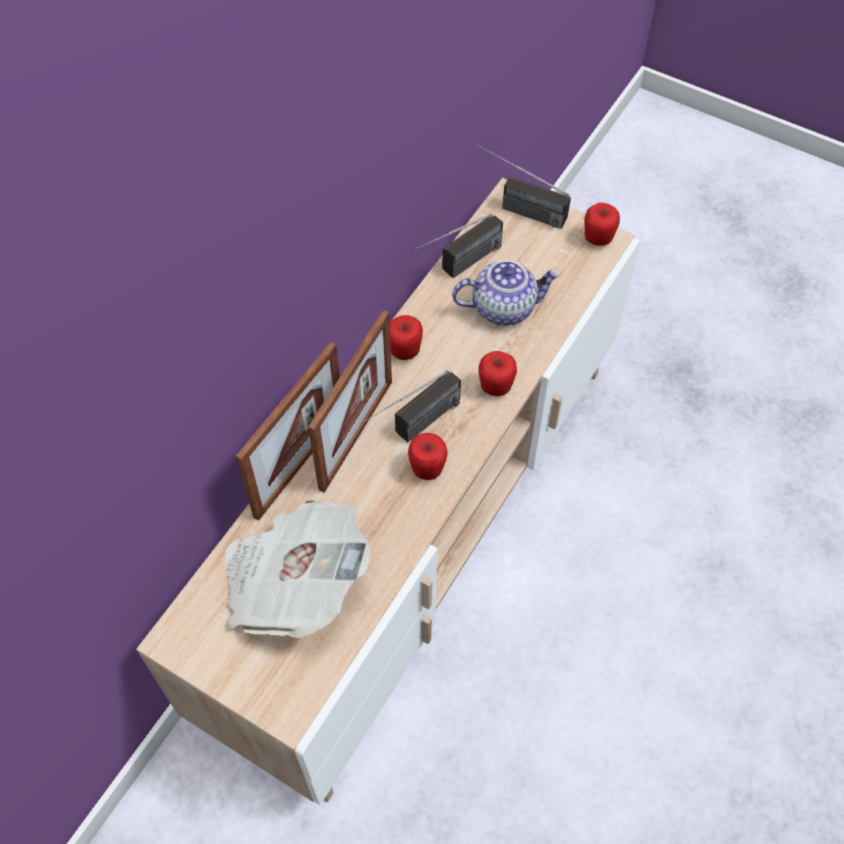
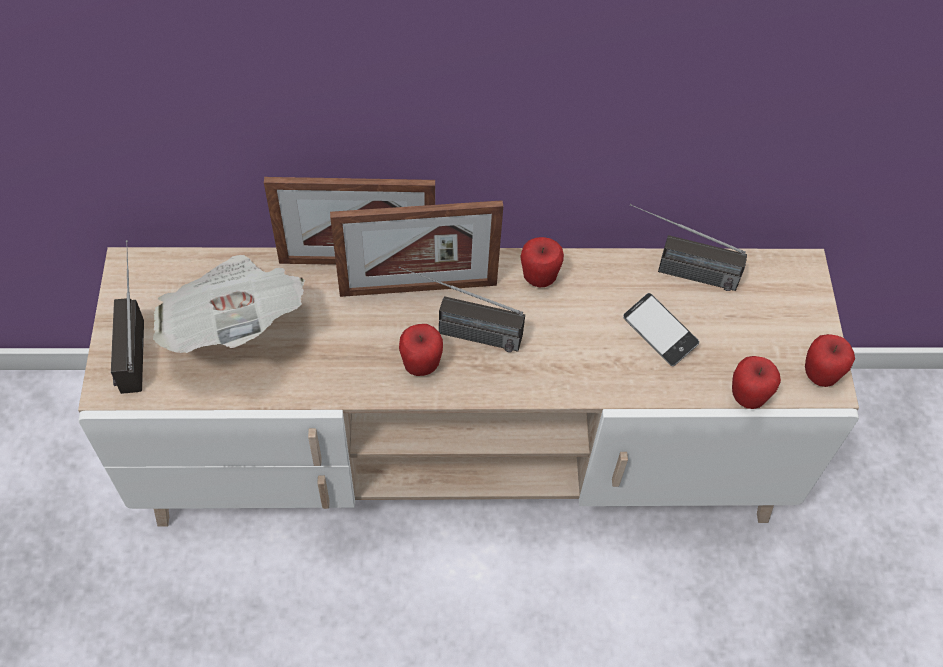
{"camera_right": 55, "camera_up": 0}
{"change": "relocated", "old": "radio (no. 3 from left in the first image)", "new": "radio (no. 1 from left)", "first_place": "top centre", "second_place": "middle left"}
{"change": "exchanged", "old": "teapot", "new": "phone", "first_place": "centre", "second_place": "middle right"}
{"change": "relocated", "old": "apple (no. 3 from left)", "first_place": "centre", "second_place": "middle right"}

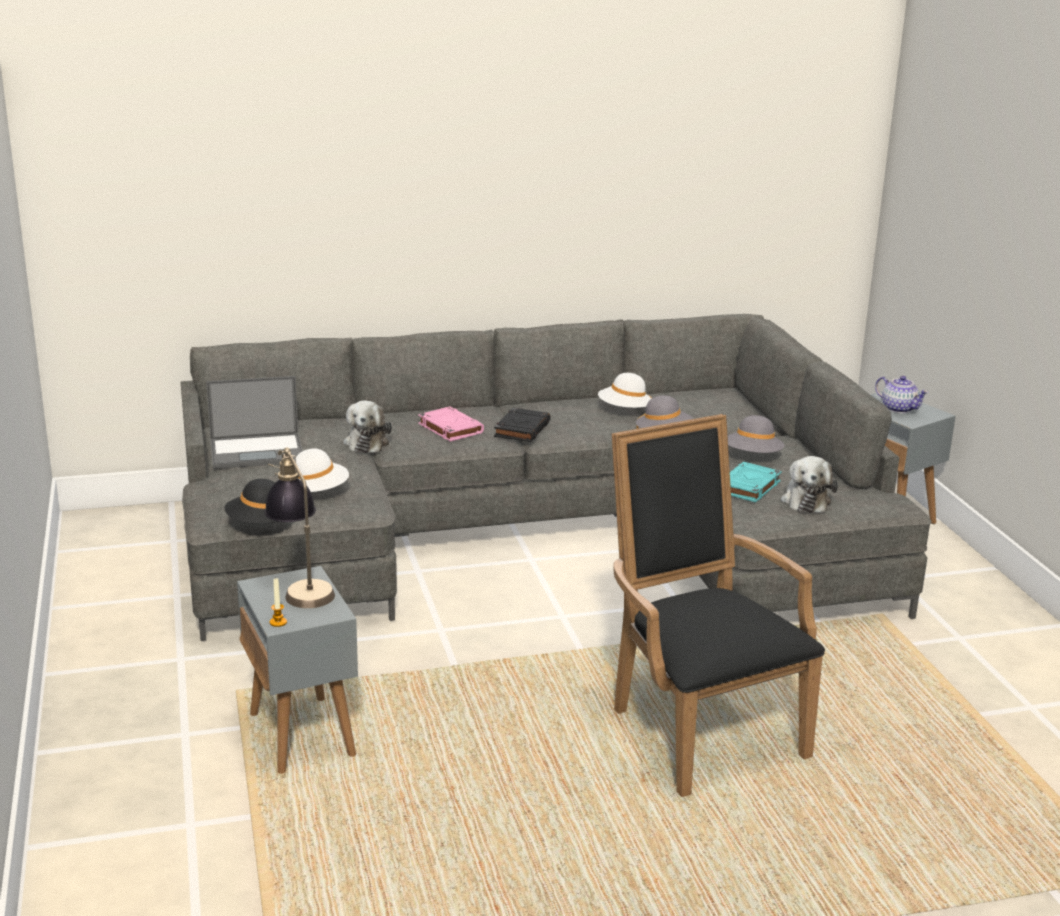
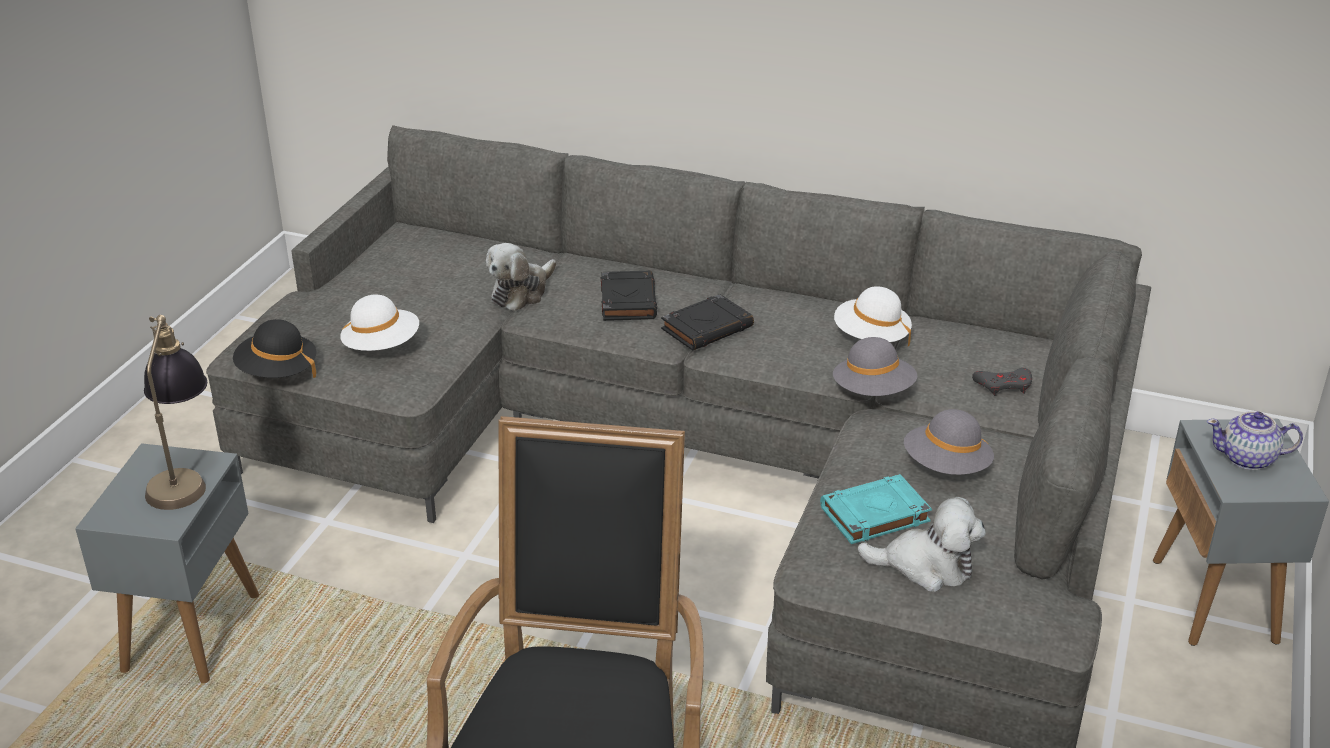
{"camera_right": 35, "camera_up": 10}
{"change": "missing", "old": "laptop", "first_place": "middle left"}
{"change": "spun", "old": "teapot", "first_place": "middle right", "second_place": "middle right", "degrees": 105}
{"change": "colour", "old": "pink_book", "new": "black_book (no. 1 from left)", "first_place": "centre", "second_place": "centre"}
{"change": "spun", "old": "plush_toy (no. 2 from left)", "first_place": "middle right", "second_place": "bottom right", "degrees": -120}
{"change": "missing", "old": "candle", "first_place": "middle left"}
{"change": "appeared", "new": "grey_game_controller", "second_place": "middle right"}

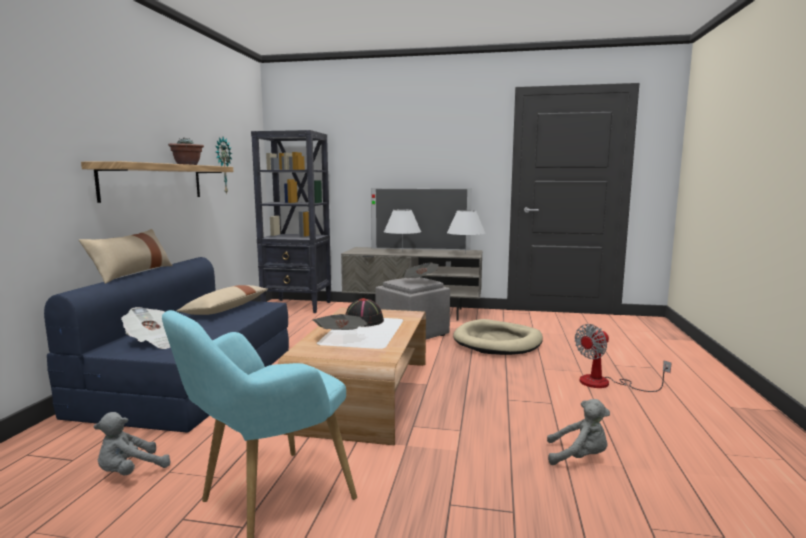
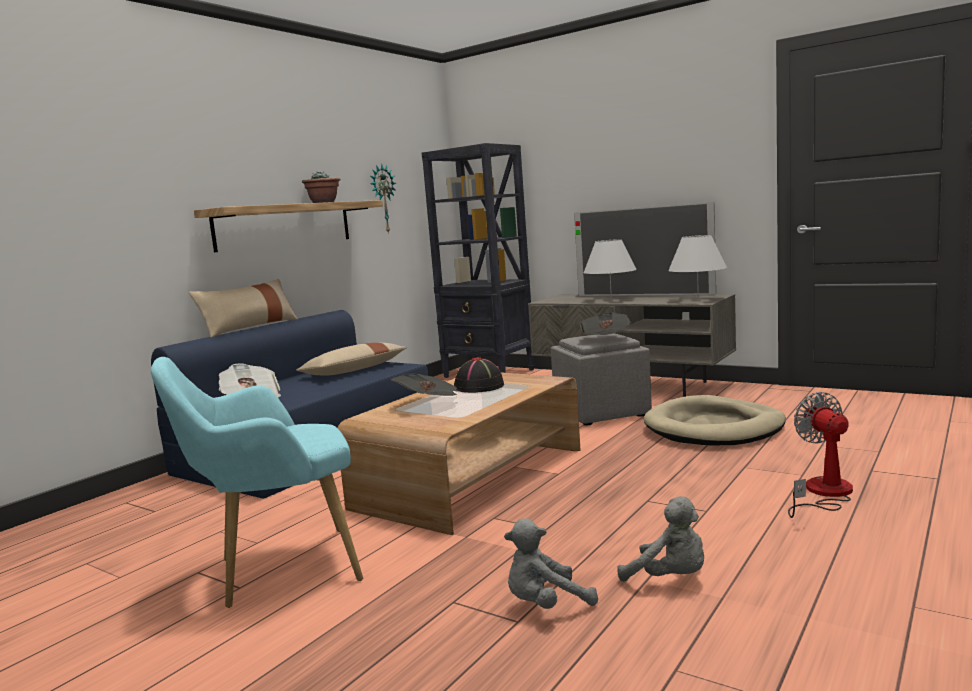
{"camera_right": 25, "camera_up": 0}
{"change": "spun", "old": "fan", "first_place": "middle right", "second_place": "middle right", "degrees": 90}
{"change": "relocated", "old": "grey_plush_toy (no. 1 from left)", "first_place": "bottom left", "second_place": "bottom centre"}

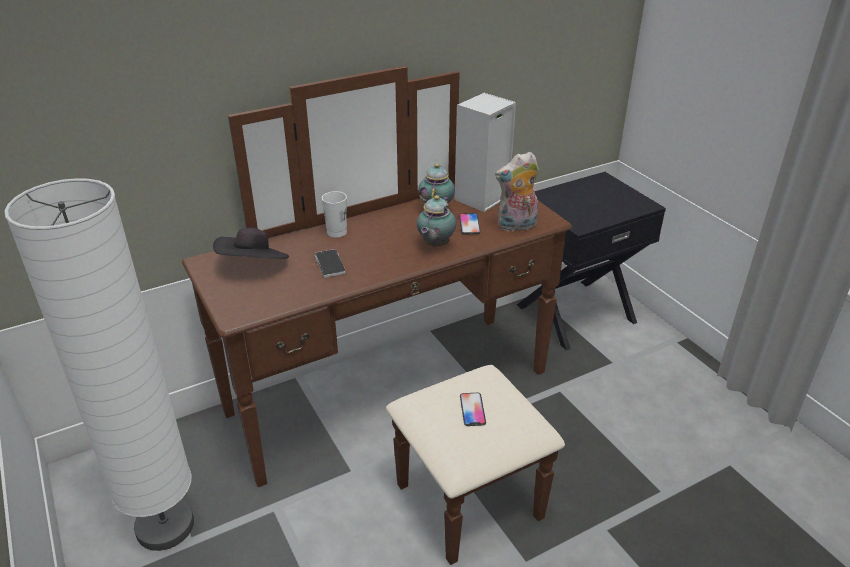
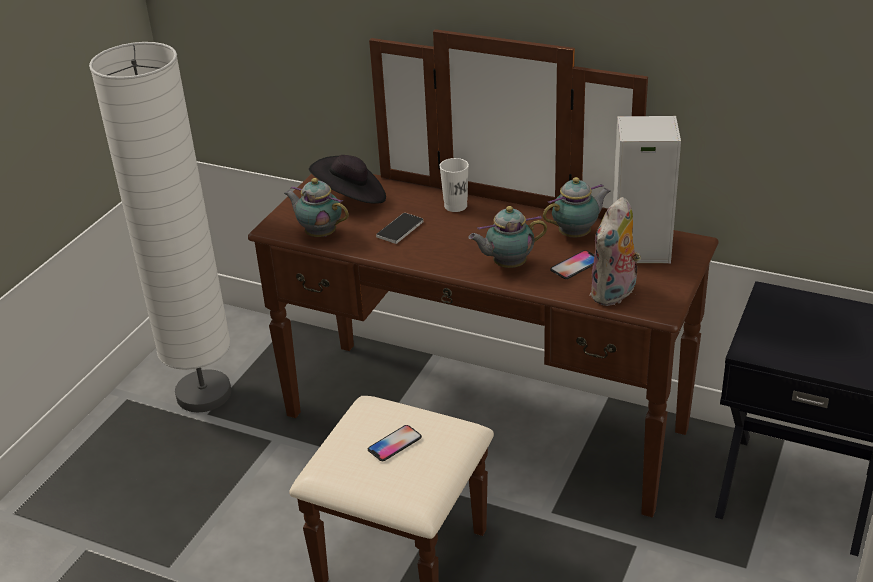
{"camera_right": 55, "camera_up": 0}
{"change": "spun", "old": "plush_toy", "first_place": "centre", "second_place": "middle right", "degrees": -90}
{"change": "appeared", "new": "teapot (no. 1 from left)", "second_place": "centre"}

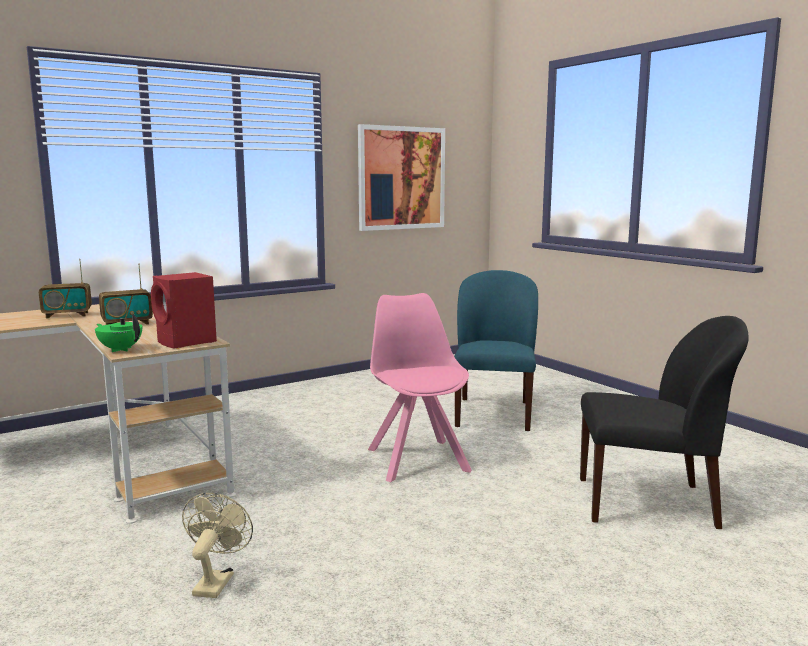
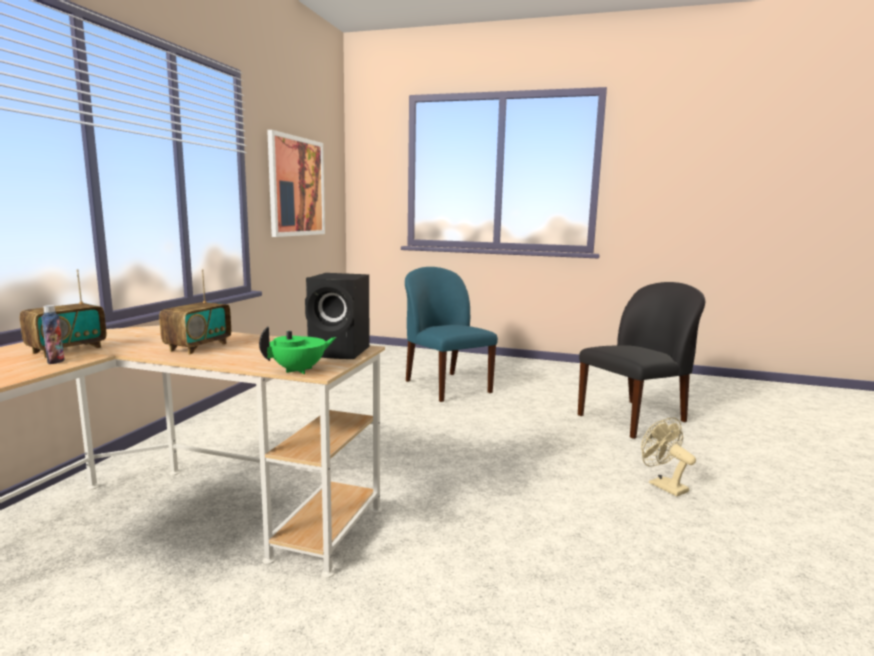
{"camera_right": -40, "camera_up": 0}
{"change": "colour", "old": "red_speaker", "new": "black_speaker", "first_place": "middle left", "second_place": "centre"}
{"change": "missing", "old": "pink_chair", "first_place": "centre"}
{"change": "spun", "old": "green_teapot", "first_place": "middle left", "second_place": "centre", "degrees": 150}
{"change": "relocated", "old": "beige_fan", "first_place": "bottom left", "second_place": "bottom right"}
{"change": "appeared", "new": "bottle", "second_place": "middle left"}

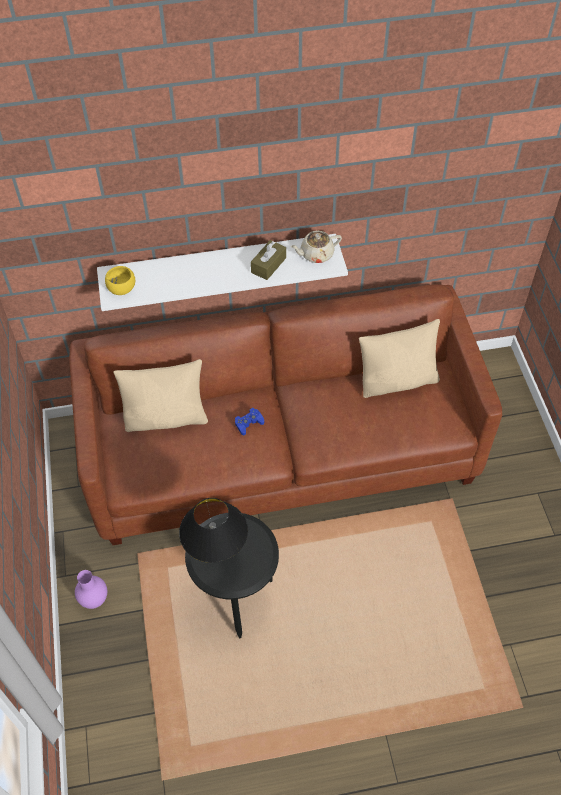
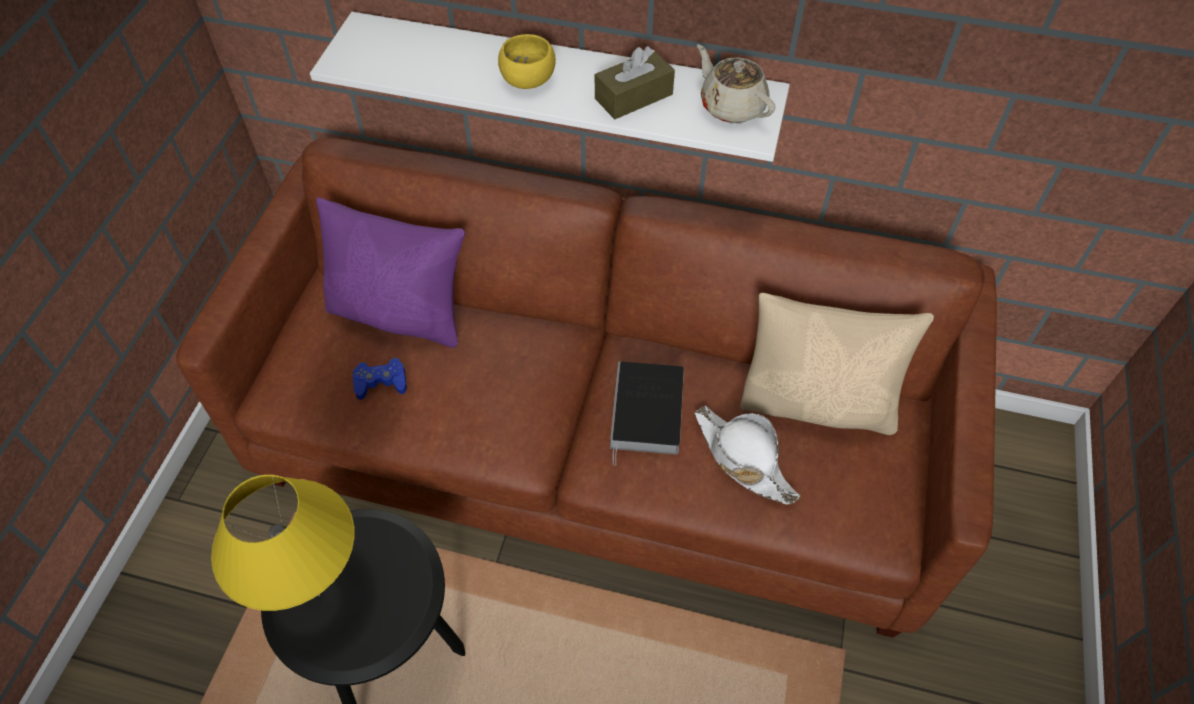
{"camera_right": 25, "camera_up": 0}
{"change": "spun", "old": "beige_teapot", "first_place": "top centre", "second_place": "top centre", "degrees": 45}
{"change": "relocated", "old": "yellow_bowl", "first_place": "middle left", "second_place": "top centre"}
{"change": "colour", "old": "beige_pillow (no. 1 from left)", "new": "purple_pillow", "first_place": "middle left", "second_place": "middle left"}
{"change": "relocated", "old": "blue_game_controller", "first_place": "centre", "second_place": "middle left"}
{"change": "colour", "old": "black_table_lamp", "new": "yellow_table_lamp", "first_place": "bottom centre", "second_place": "bottom left"}
{"change": "missing", "old": "purple_vase", "first_place": "bottom left"}
{"change": "appeared", "new": "book", "second_place": "centre"}
{"change": "appeared", "new": "white_hat", "second_place": "centre"}

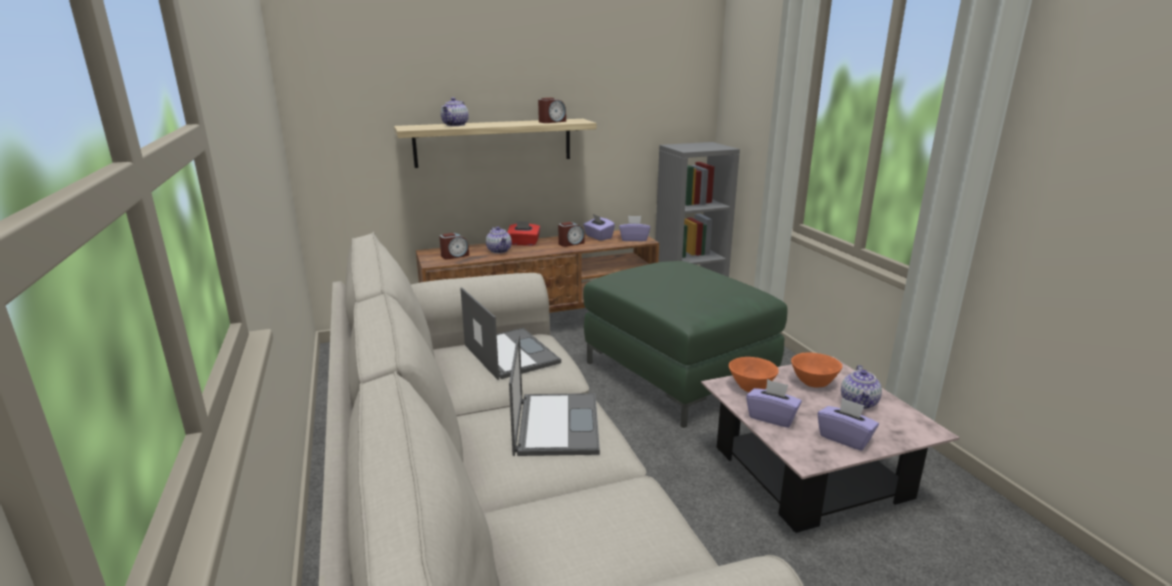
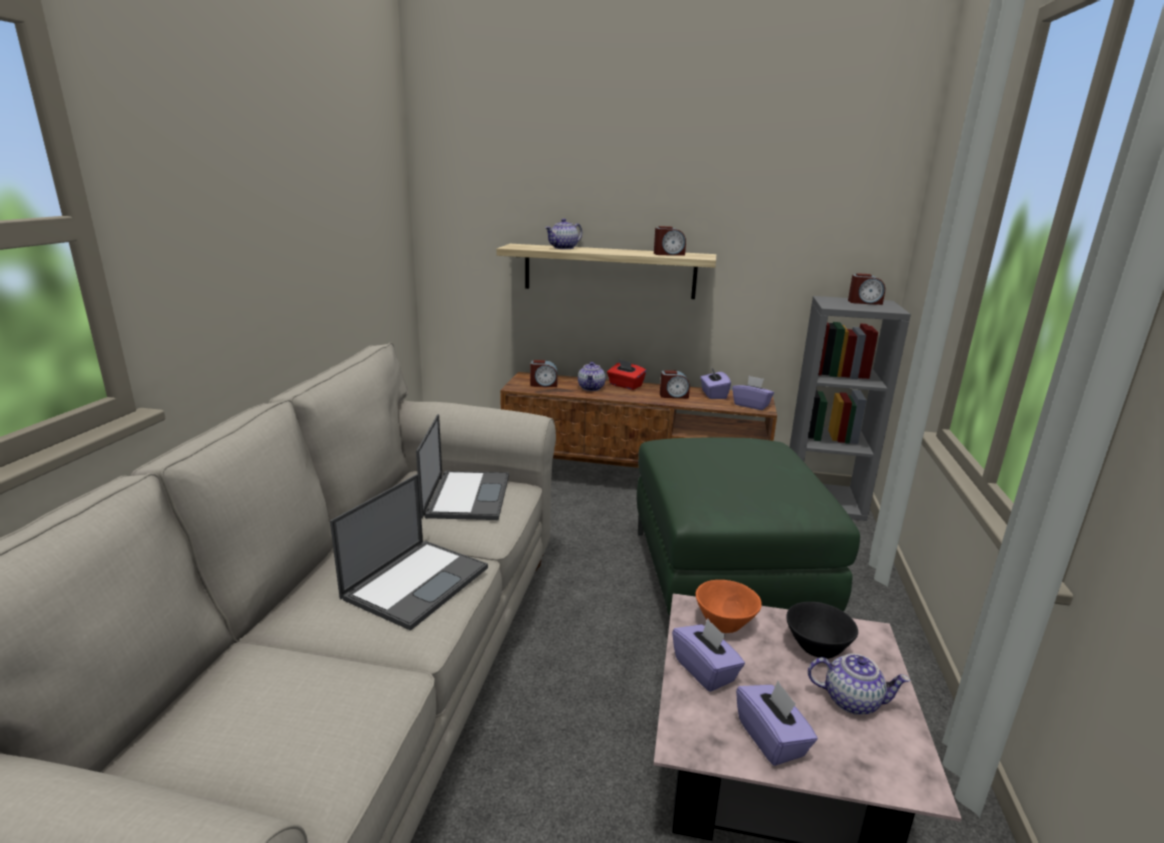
{"camera_right": 30, "camera_up": 0}
{"change": "colour", "old": "orange_bowl (no. 2 from left)", "new": "black_bowl", "first_place": "middle right", "second_place": "bottom right"}
{"change": "spun", "old": "teapot (no. 3 from left)", "first_place": "middle right", "second_place": "bottom right", "degrees": -120}
{"change": "appeared", "new": "alarm_clock (no. 4 from left)", "second_place": "middle right"}

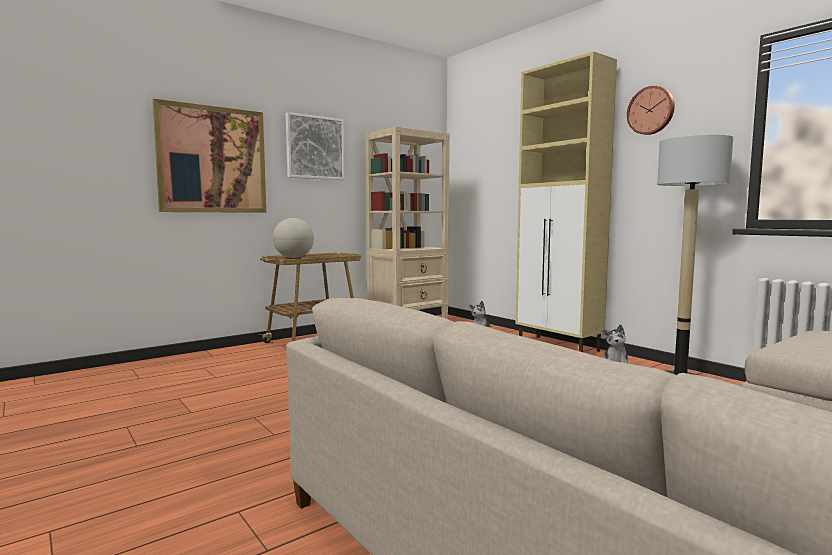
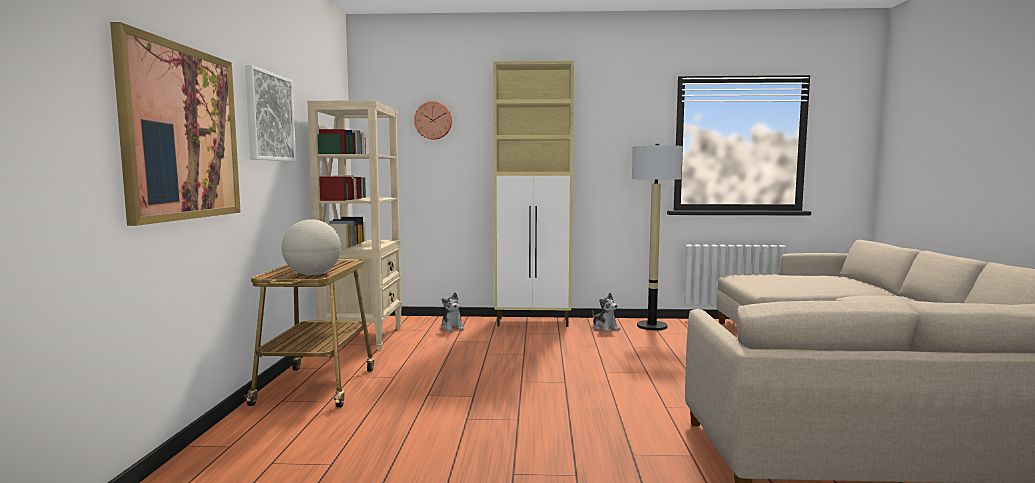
{"camera_right": -50, "camera_up": 0}
{"change": "relocated", "old": "wall_clock", "first_place": "top right", "second_place": "top centre"}

